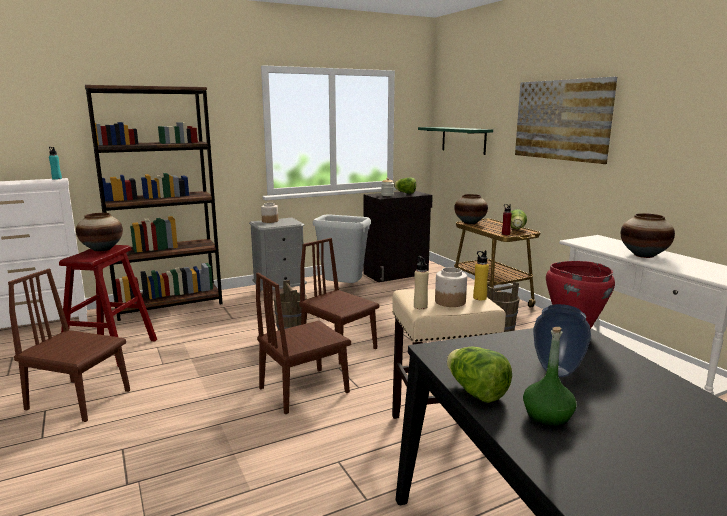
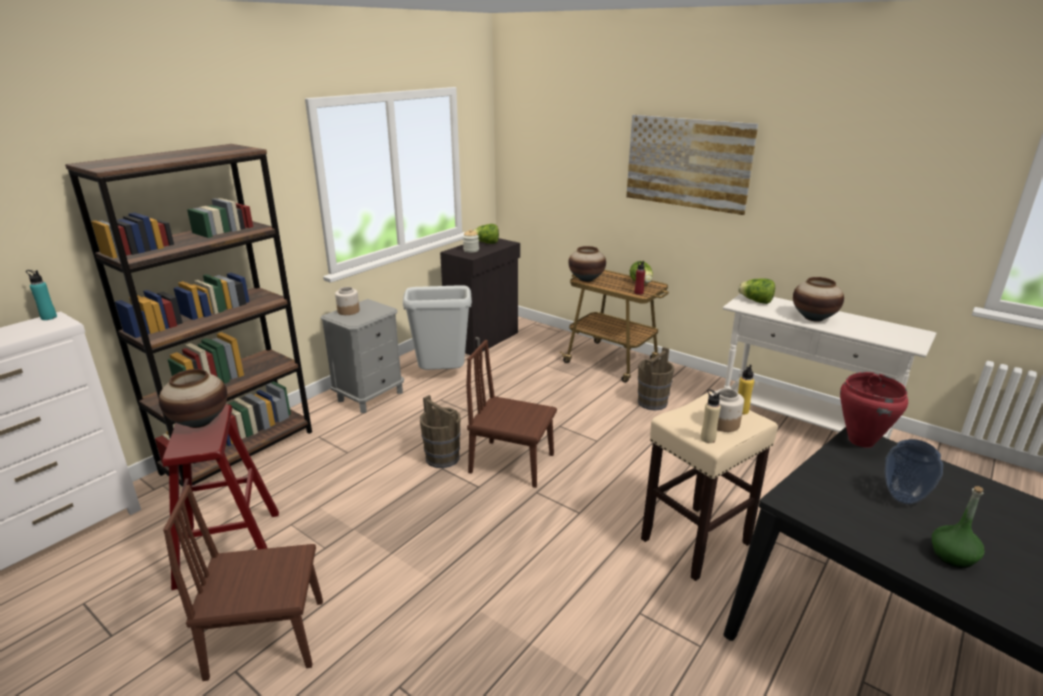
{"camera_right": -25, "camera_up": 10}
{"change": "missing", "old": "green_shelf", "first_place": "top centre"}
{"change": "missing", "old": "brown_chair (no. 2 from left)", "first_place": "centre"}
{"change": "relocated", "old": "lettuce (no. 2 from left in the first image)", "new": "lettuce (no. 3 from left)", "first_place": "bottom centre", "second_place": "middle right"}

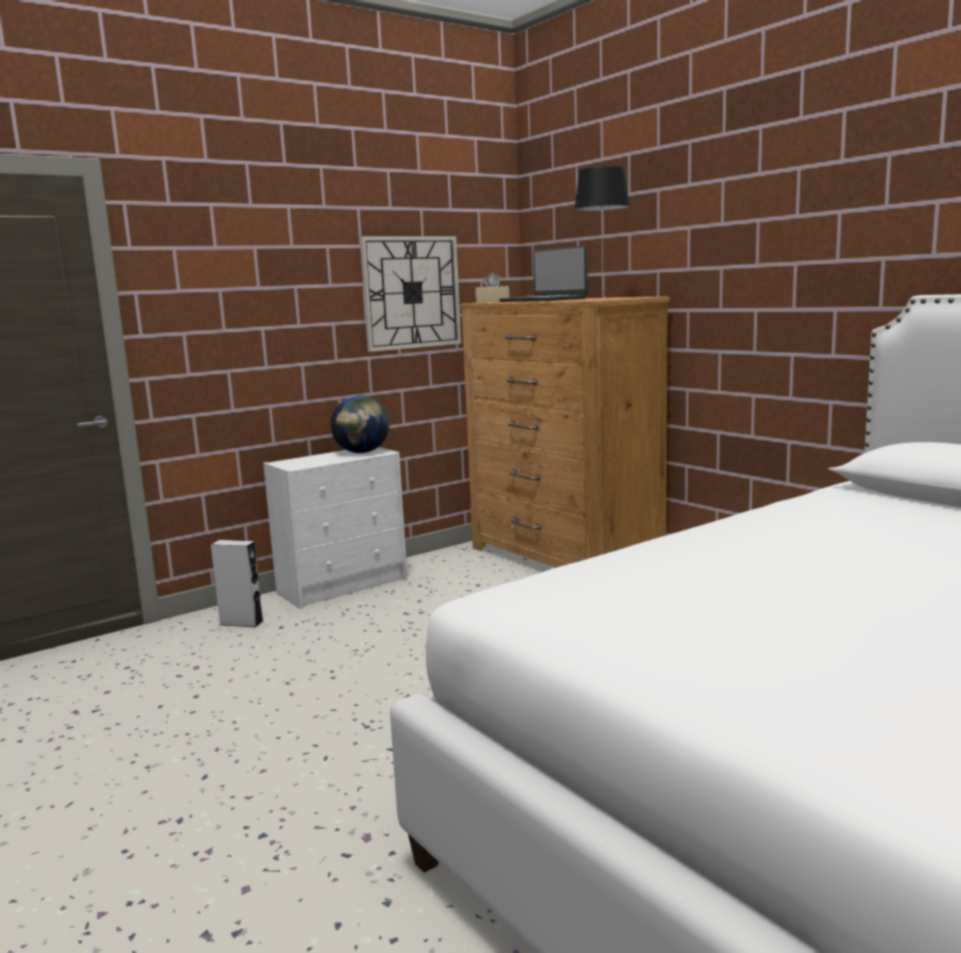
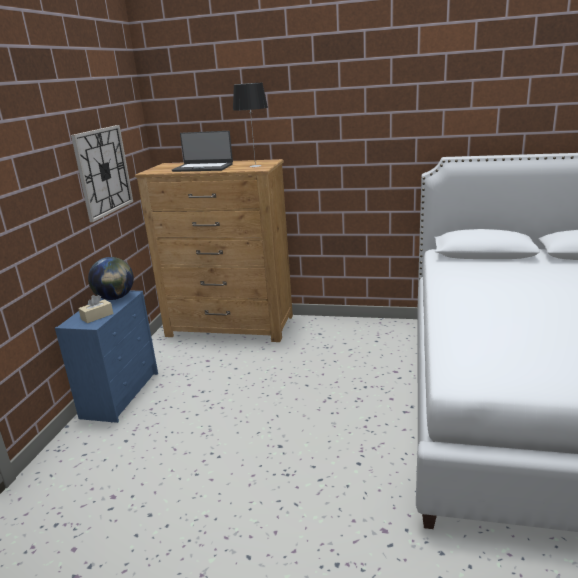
{"camera_right": -40, "camera_up": 10}
{"change": "relocated", "old": "beige_tissue_box", "first_place": "top centre", "second_place": "middle left"}
{"change": "colour", "old": "white_dresser", "new": "blue_dresser", "first_place": "centre", "second_place": "middle left"}
{"change": "missing", "old": "grey_speaker", "first_place": "middle left"}

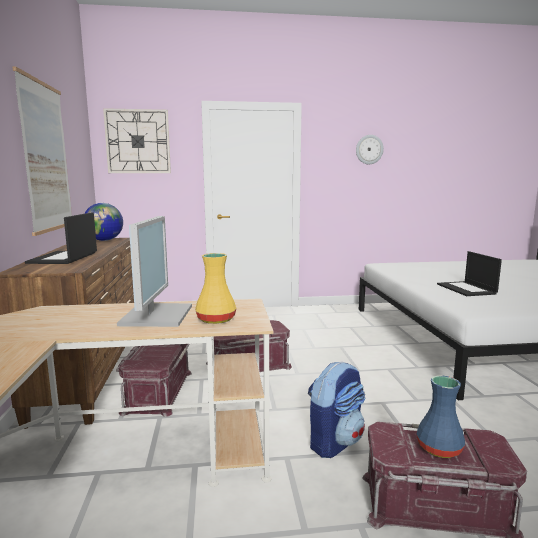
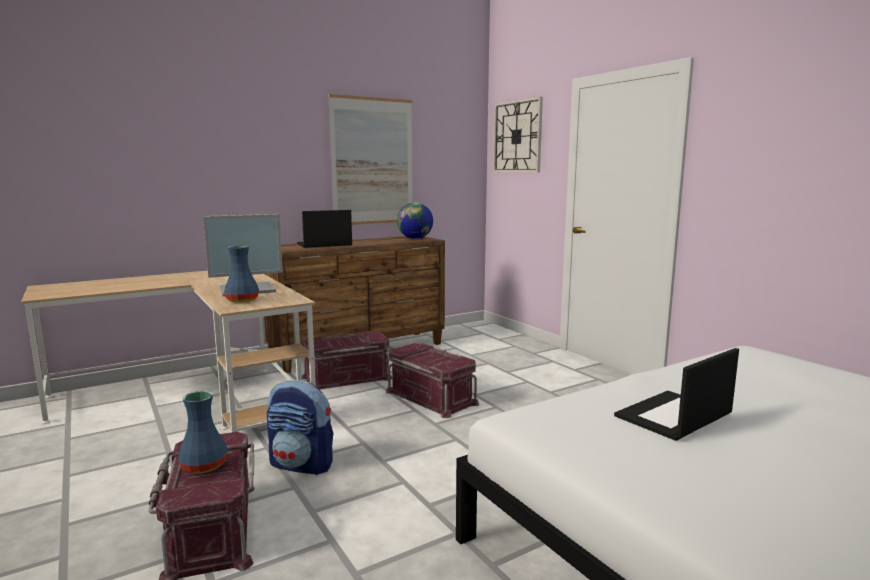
{"camera_right": 65, "camera_up": 0}
{"change": "missing", "old": "wall_clock (no. 2 from left)", "first_place": "top right"}
{"change": "colour", "old": "yellow_vase", "new": "blue_vase (no. 2 from left)", "first_place": "centre", "second_place": "middle left"}

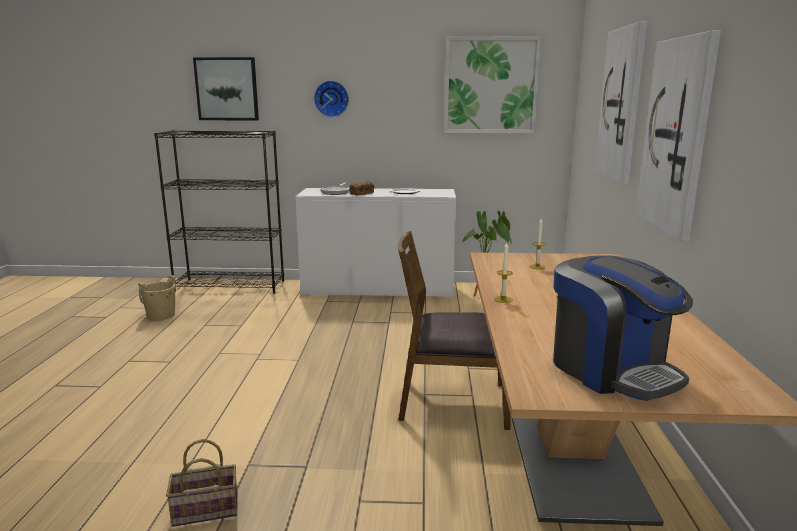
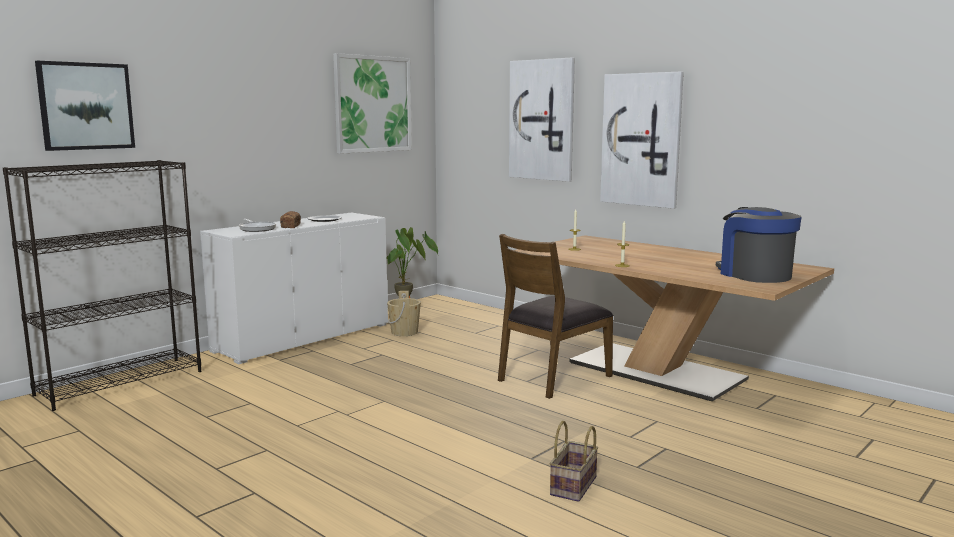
{"camera_right": -50, "camera_up": -5}
{"change": "missing", "old": "wall_clock", "first_place": "top centre"}
{"change": "spun", "old": "coffee_machine", "first_place": "middle right", "second_place": "middle right", "degrees": -120}
{"change": "relocated", "old": "beige_bucket", "first_place": "middle left", "second_place": "centre"}

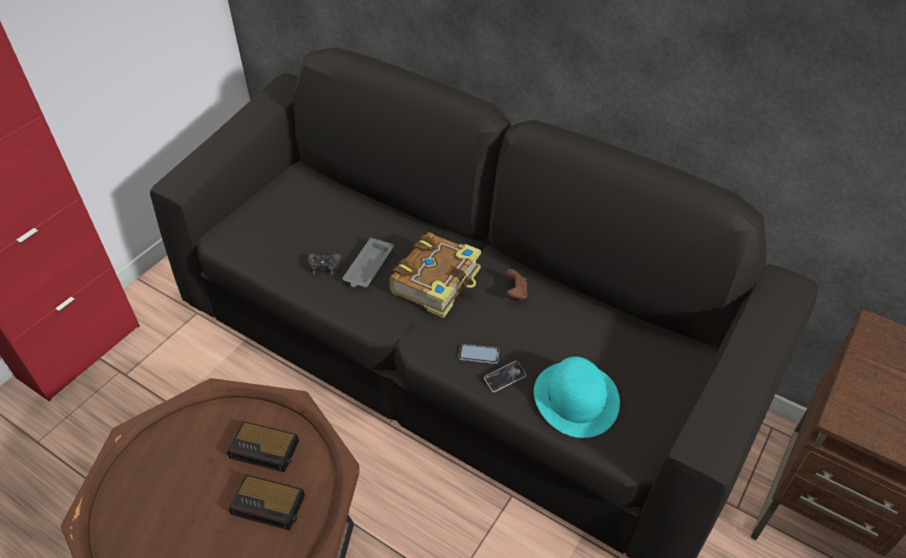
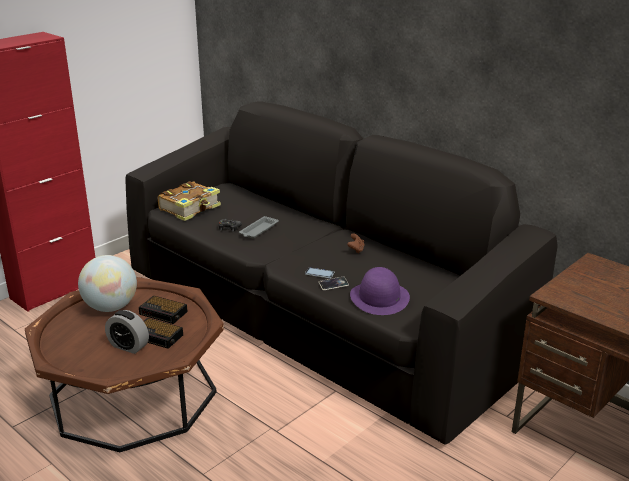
{"camera_right": 10, "camera_up": -20}
{"change": "relocated", "old": "book", "first_place": "centre", "second_place": "middle left"}
{"change": "colour", "old": "turquoise_hat", "new": "purple_hat", "first_place": "bottom centre", "second_place": "centre"}
{"change": "appeared", "new": "globe", "second_place": "middle left"}
{"change": "appeared", "new": "alarm_clock (no. 1 from left)", "second_place": "bottom left"}

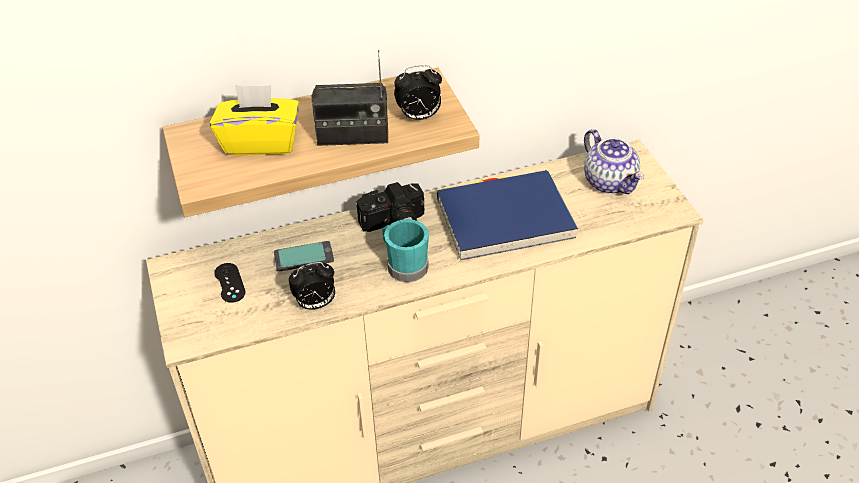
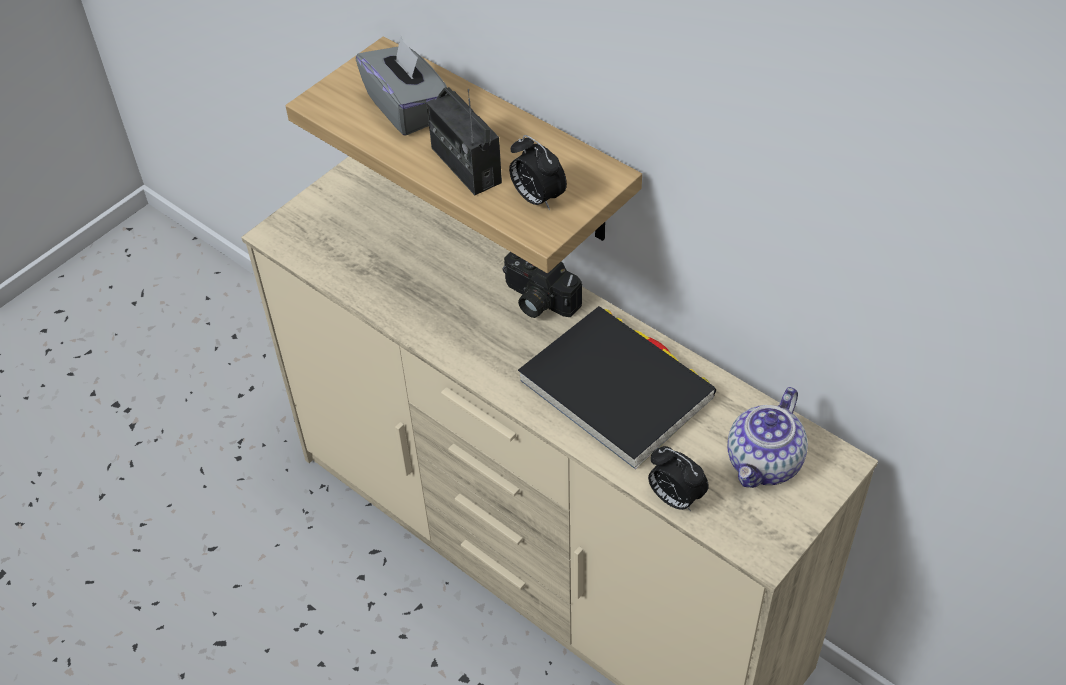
{"camera_right": 60, "camera_up": 5}
{"change": "colour", "old": "yellow_tissue_box", "new": "grey_tissue_box", "first_place": "top left", "second_place": "top centre"}
{"change": "colour", "old": "blue_book", "new": "black_book", "first_place": "centre", "second_place": "centre"}
{"change": "missing", "old": "turquoise_mug", "first_place": "centre"}
{"change": "missing", "old": "phone", "first_place": "centre"}
{"change": "relocated", "old": "alarm_clock (no. 1 from left in the first image)", "new": "alarm_clock (no. 2 from left)", "first_place": "centre", "second_place": "bottom centre"}
{"change": "missing", "old": "black_game_controller", "first_place": "middle left"}

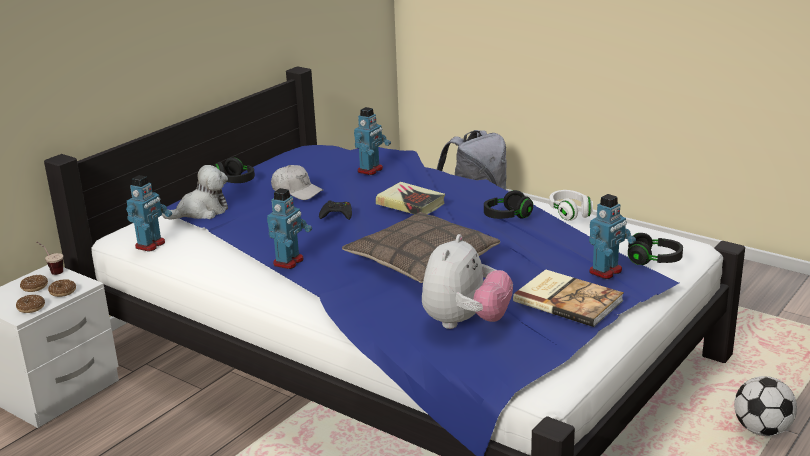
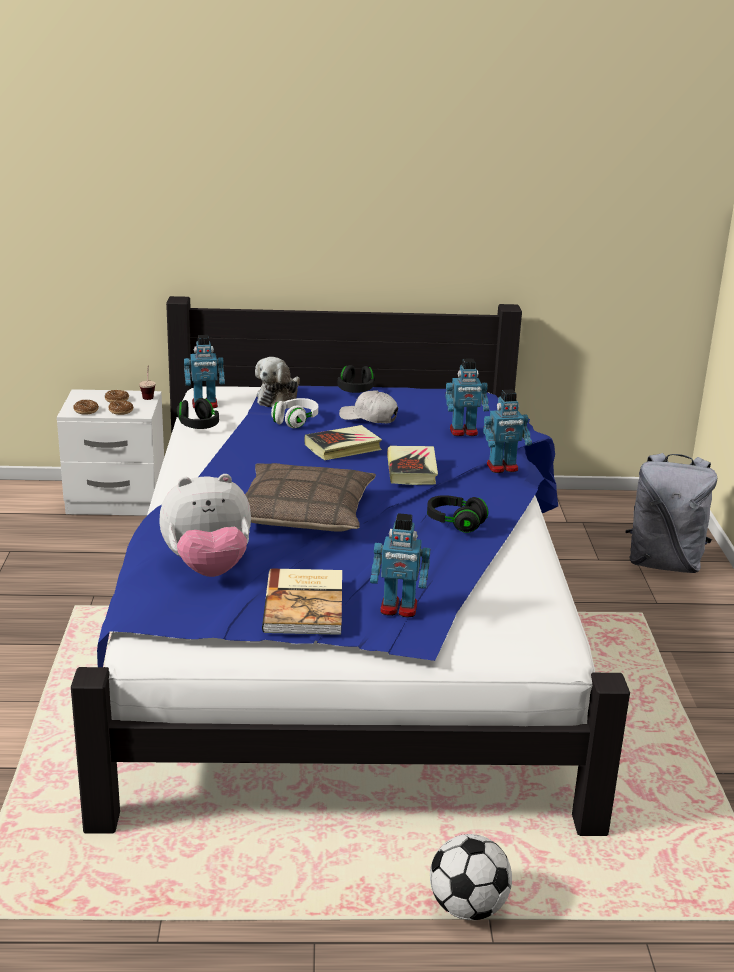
{"camera_right": 50, "camera_up": 0}
{"change": "spun", "old": "plush_toy (no. 1 from left in the first image)", "first_place": "middle left", "second_place": "centre", "degrees": 90}
{"change": "spun", "old": "white_cap", "first_place": "centre", "second_place": "centre", "degrees": 120}
{"change": "relocated", "old": "toy_robot (no. 2 from left in the first image)", "new": "toy_robot (no. 4 from left)", "first_place": "centre", "second_place": "middle right"}
{"change": "relocated", "old": "white_headphones", "first_place": "middle right", "second_place": "centre"}
{"change": "exchanged", "old": "black_game_controller", "new": "book (no. 2 from left)", "first_place": "centre", "second_place": "centre"}
{"change": "relocated", "old": "black_headphones (no. 3 from left in the first image)", "new": "black_headphones (no. 1 from left)", "first_place": "middle right", "second_place": "middle left"}

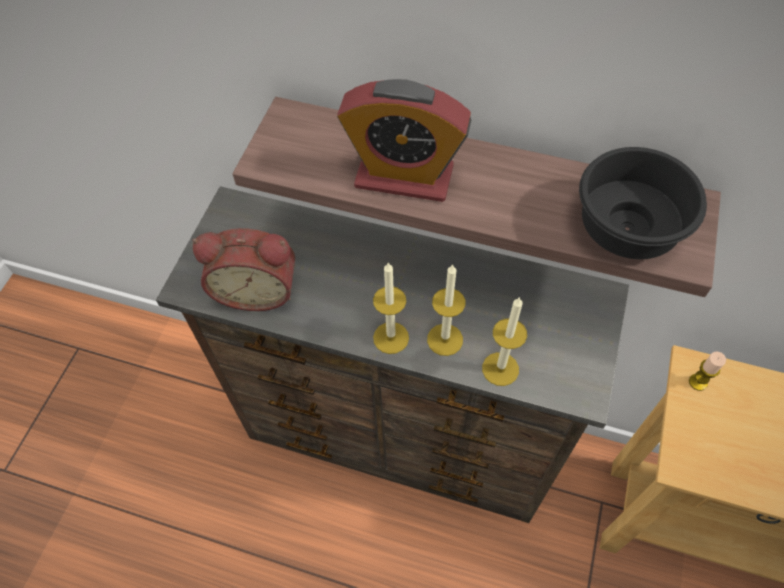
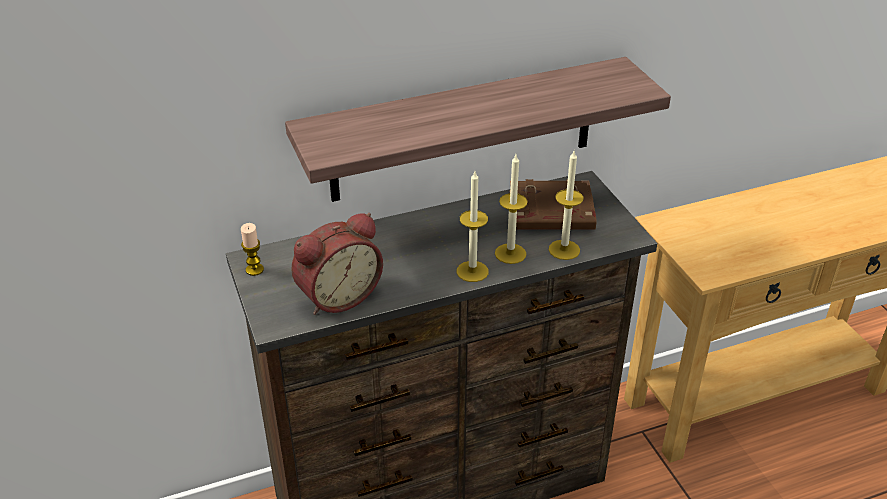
{"camera_right": -40, "camera_up": -20}
{"change": "missing", "old": "alarm_clock (no. 2 from left)", "first_place": "top centre"}
{"change": "missing", "old": "black_bowl", "first_place": "middle right"}
{"change": "relocated", "old": "candle (no. 4 from left in the first image)", "new": "candle (no. 1 from left)", "first_place": "middle right", "second_place": "middle left"}
{"change": "appeared", "new": "brown_book", "second_place": "centre"}

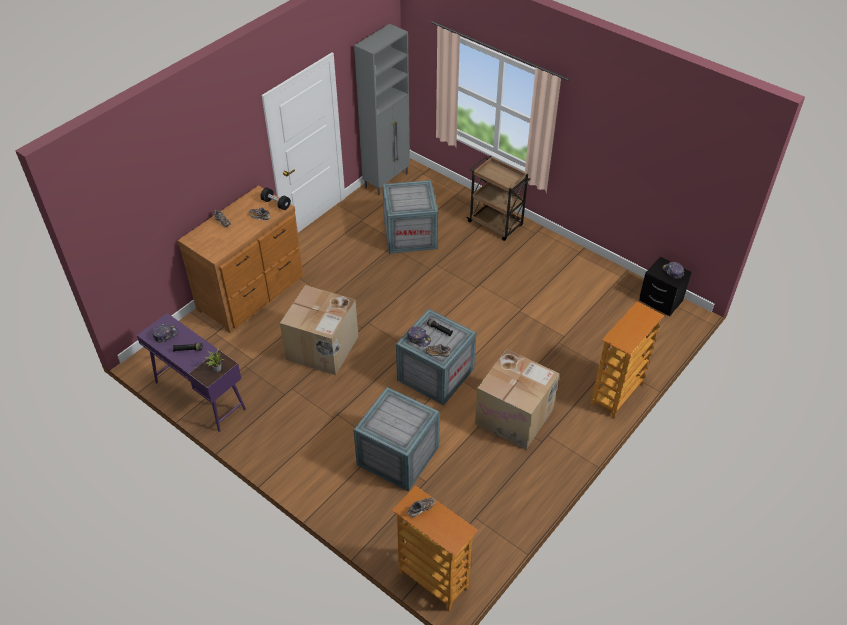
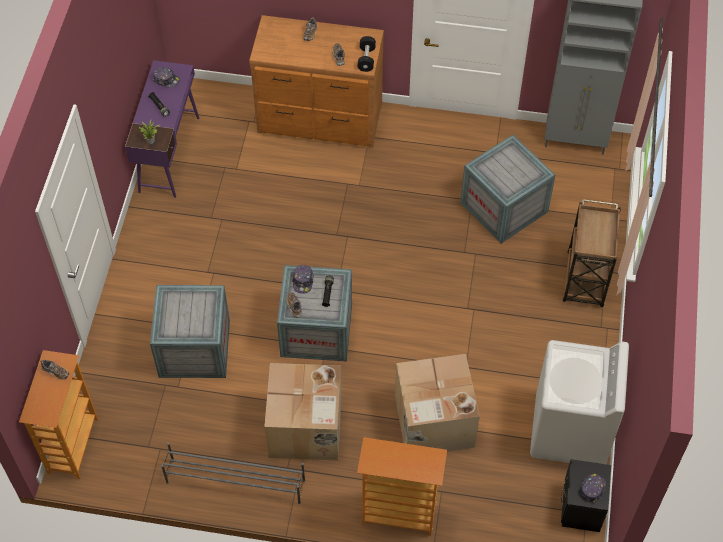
{"camera_right": 60, "camera_up": 10}
{"change": "relocated", "old": "cardboard_box (no. 1 from left in the first image)", "new": "cardboard_box (no. 2 from left)", "first_place": "centre", "second_place": "bottom centre"}
{"change": "appeared", "new": "white_washing_machine", "second_place": "bottom right"}
{"change": "appeared", "new": "grey_shoe_rack", "second_place": "bottom left"}

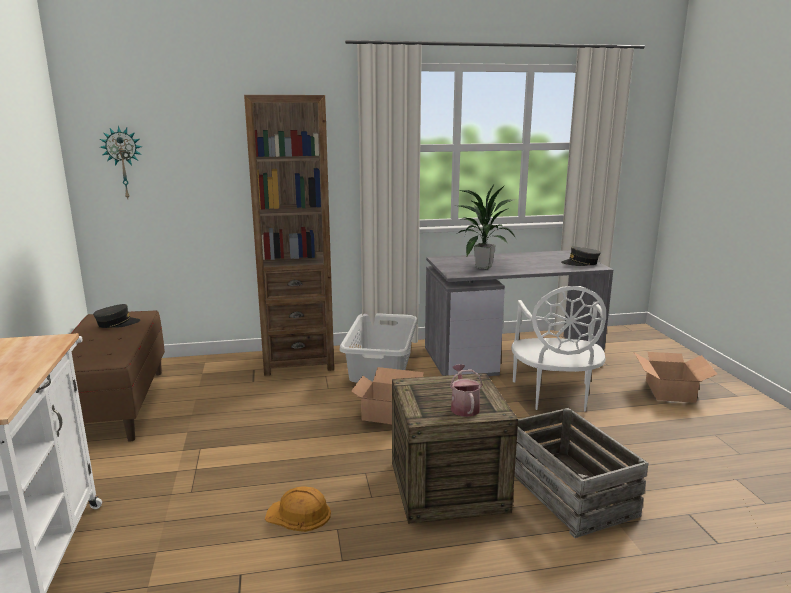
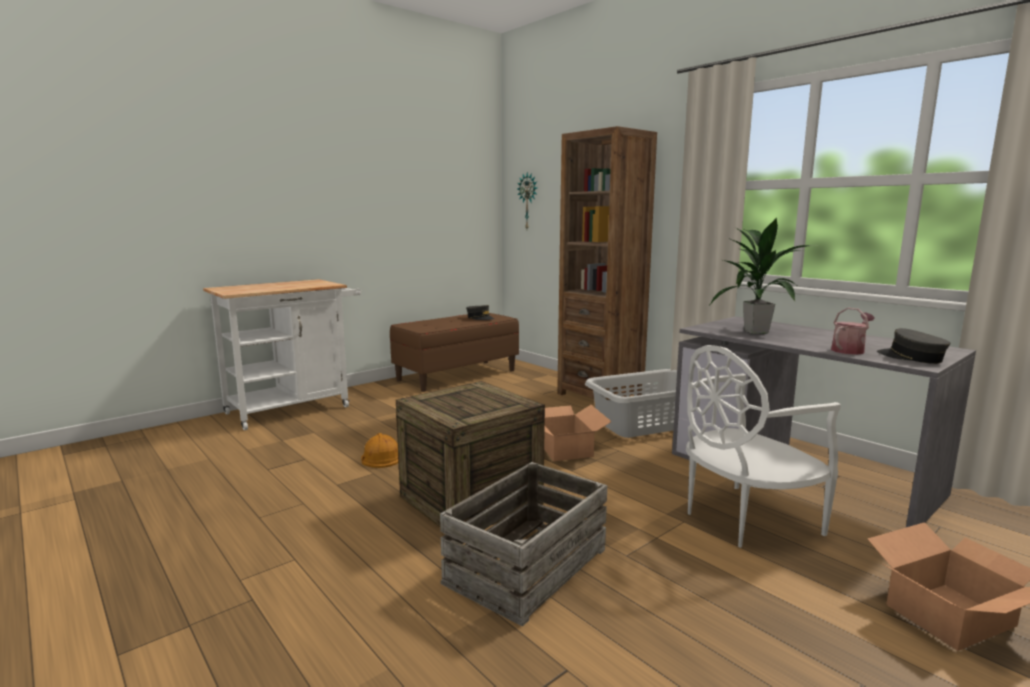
{"camera_right": 60, "camera_up": -5}
{"change": "relocated", "old": "watering_can", "first_place": "centre", "second_place": "middle right"}

